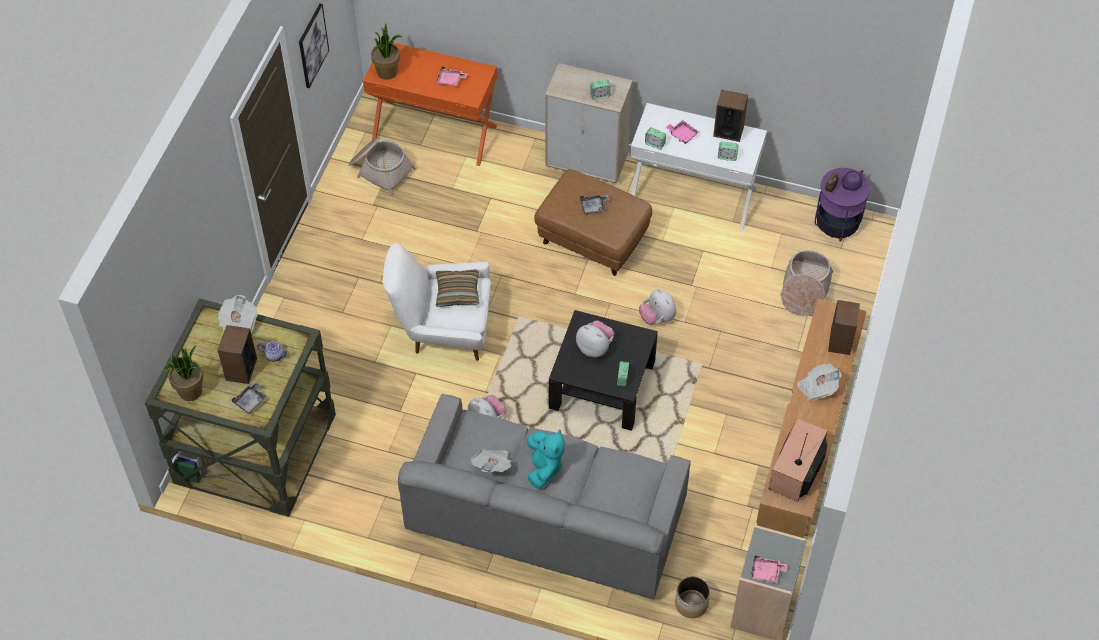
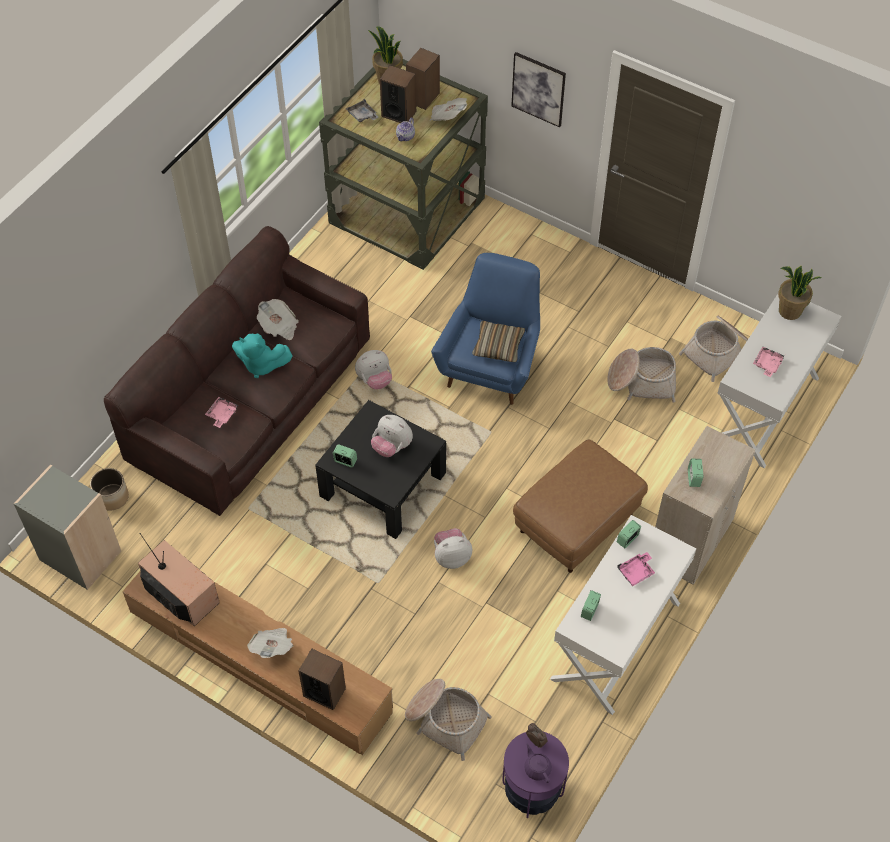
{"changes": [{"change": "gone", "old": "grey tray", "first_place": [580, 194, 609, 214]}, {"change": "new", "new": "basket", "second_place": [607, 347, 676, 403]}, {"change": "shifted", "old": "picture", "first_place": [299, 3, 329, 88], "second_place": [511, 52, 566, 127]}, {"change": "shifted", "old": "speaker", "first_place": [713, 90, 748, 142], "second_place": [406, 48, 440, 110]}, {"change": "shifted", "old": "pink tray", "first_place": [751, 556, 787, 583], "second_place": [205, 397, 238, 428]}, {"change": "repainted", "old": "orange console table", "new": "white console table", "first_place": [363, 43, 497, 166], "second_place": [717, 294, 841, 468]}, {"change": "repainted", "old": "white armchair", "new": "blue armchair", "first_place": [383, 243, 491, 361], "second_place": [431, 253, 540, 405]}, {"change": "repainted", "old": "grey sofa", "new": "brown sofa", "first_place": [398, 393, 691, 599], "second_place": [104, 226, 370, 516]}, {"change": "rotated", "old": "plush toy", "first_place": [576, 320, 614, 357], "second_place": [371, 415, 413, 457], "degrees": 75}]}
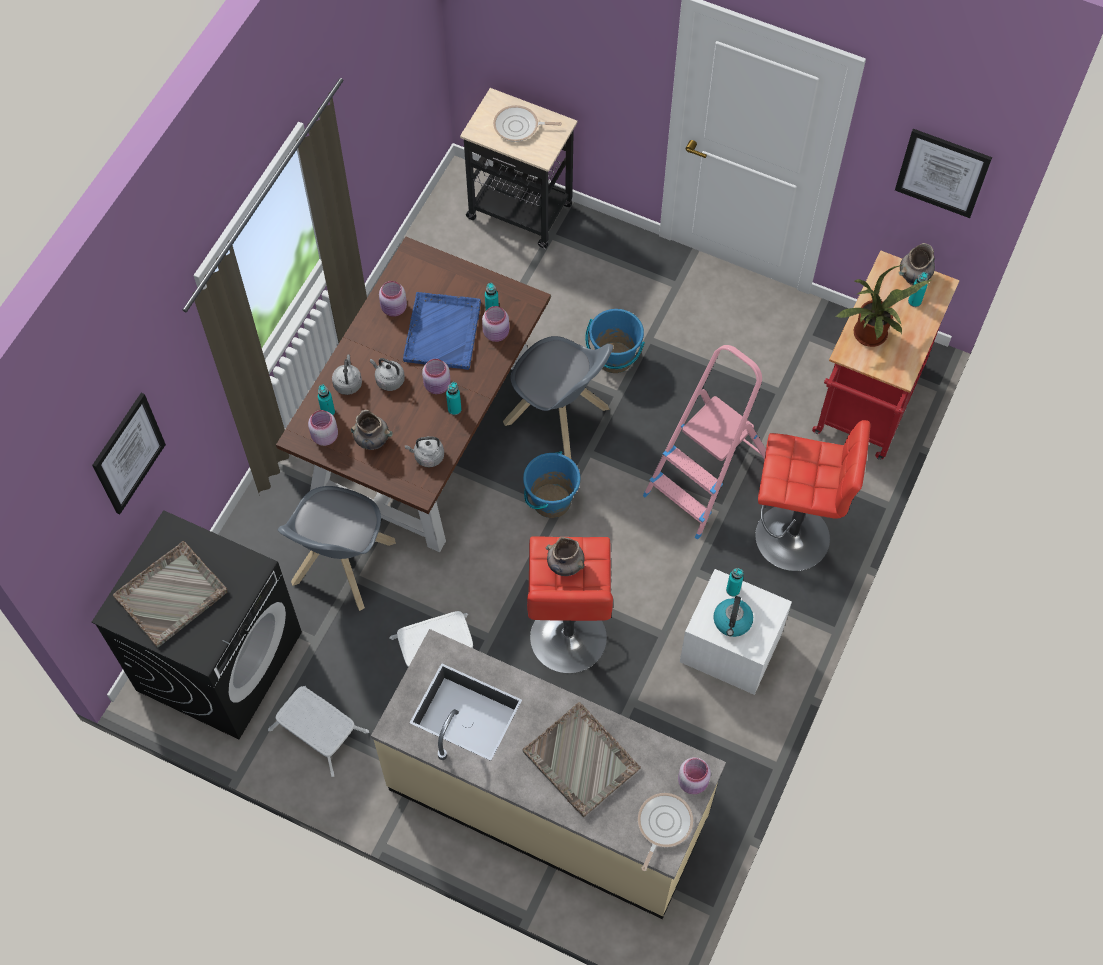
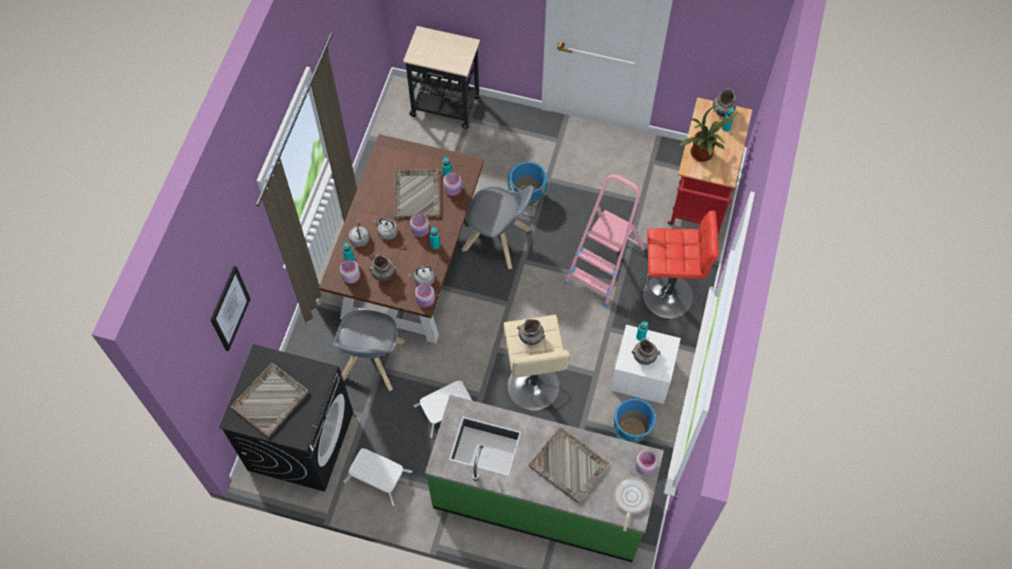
{"changes": [{"change": "gone", "old": "frying pan", "first_place": [493, 105, 562, 142]}, {"change": "gone", "old": "picture", "first_place": [895, 129, 992, 218]}, {"change": "shifted", "old": "pink jar", "first_place": [379, 281, 407, 317], "second_place": [415, 283, 435, 307]}, {"change": "shifted", "old": "blue bucket", "first_place": [523, 451, 580, 518], "second_place": [614, 397, 656, 443]}, {"change": "swapped", "old": "kettle", "new": "grey vase", "first_place": [713, 596, 753, 637], "second_place": [632, 338, 661, 365]}, {"change": "repainted", "old": "beige counter", "new": "green counter", "first_place": [371, 629, 726, 919], "second_place": [425, 395, 664, 562]}, {"change": "repainted", "old": "blue tray", "new": "grey tray", "first_place": [403, 292, 481, 370], "second_place": [394, 169, 440, 219]}, {"change": "repainted", "old": "red stool", "new": "beige stool", "first_place": [527, 536, 613, 673], "second_place": [503, 315, 570, 411]}]}
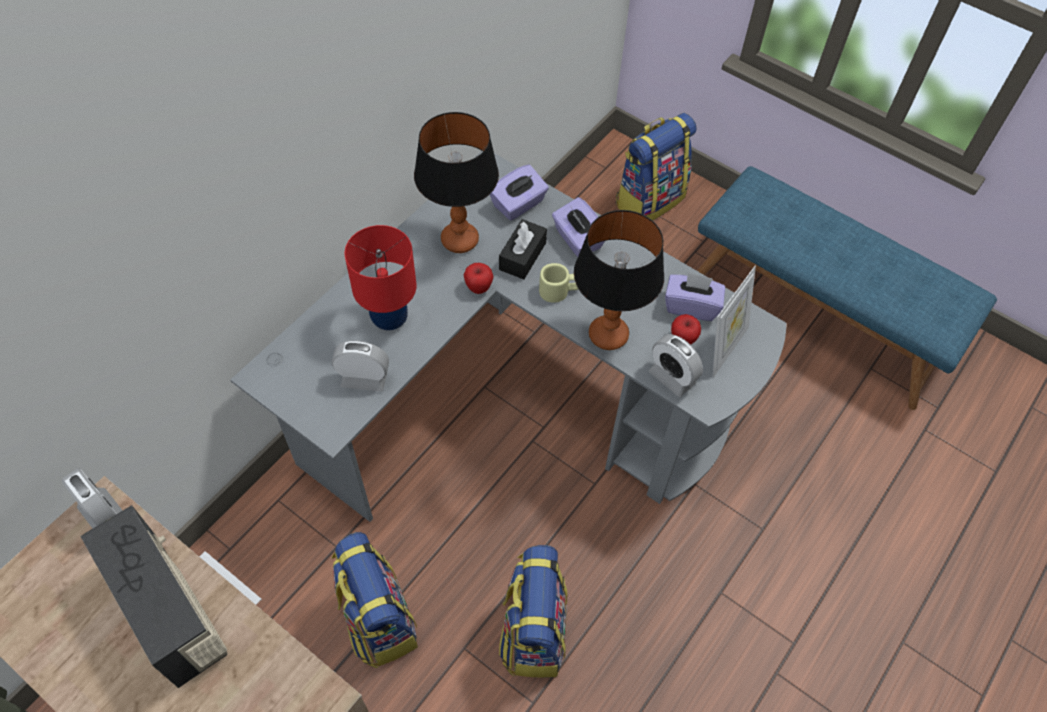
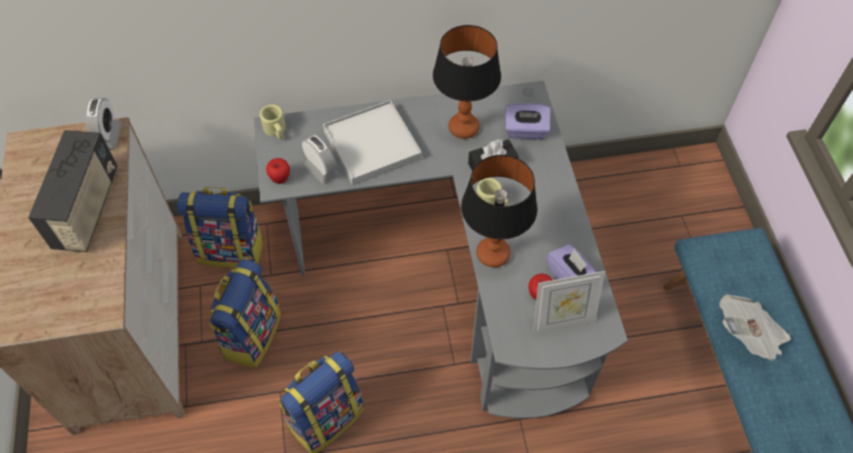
{"changes": [{"change": "gone", "old": "purple tissue box", "first_place": [552, 197, 605, 257]}, {"change": "gone", "old": "alarm clock", "first_place": [649, 334, 703, 397]}, {"change": "new", "new": "beige mug", "second_place": [260, 104, 286, 140]}, {"change": "new", "new": "newspaper", "second_place": [719, 294, 791, 361]}, {"change": "shifted", "old": "apple", "first_place": [464, 263, 493, 294], "second_place": [266, 158, 290, 184]}, {"change": "shifted", "old": "backpack", "first_place": [616, 113, 697, 221], "second_place": [176, 187, 264, 268]}, {"change": "swapped", "old": "red table lamp", "new": "white tray", "first_place": [345, 225, 417, 330], "second_place": [323, 100, 422, 186]}]}
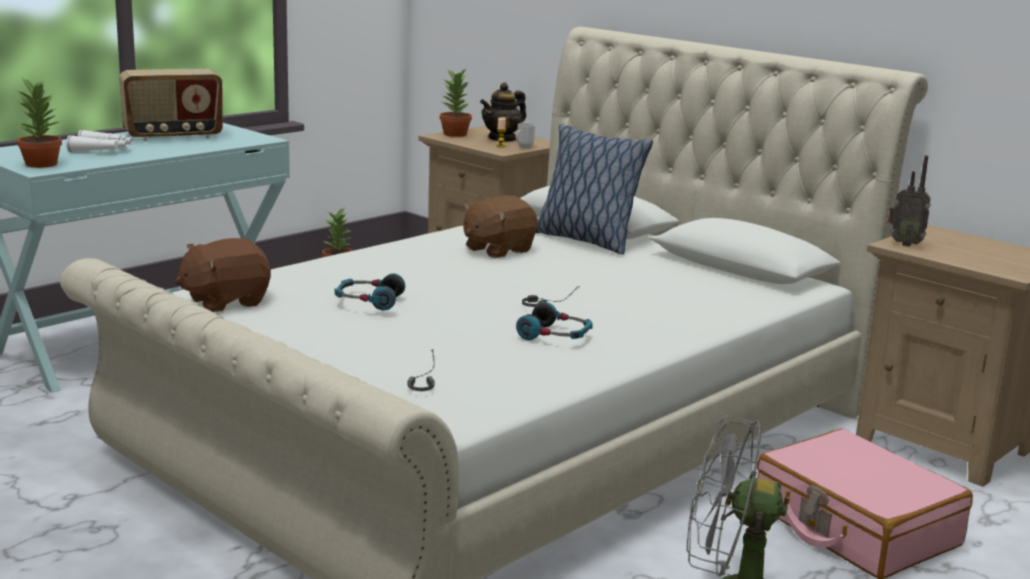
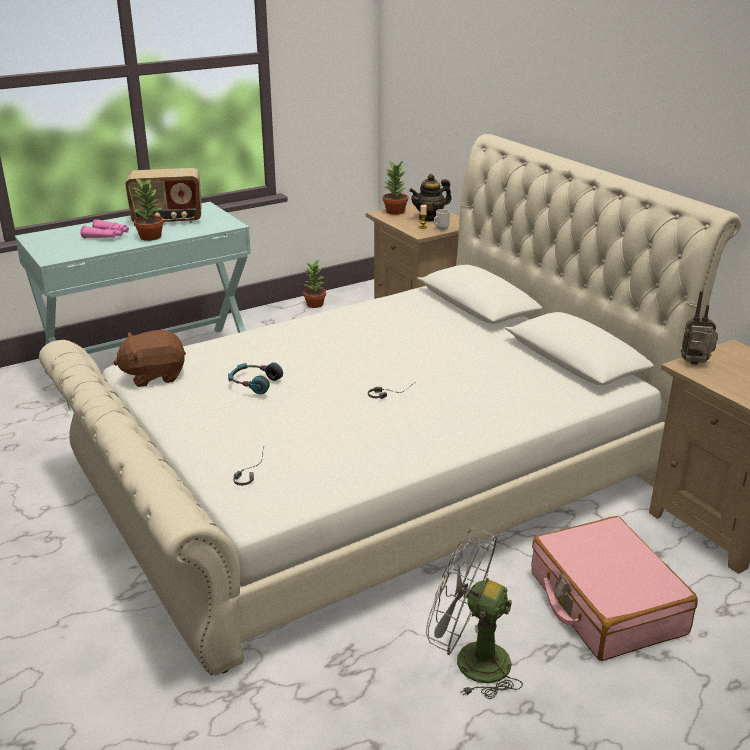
{"changes": [{"change": "gone", "old": "brown plush toy", "first_place": [463, 196, 538, 258]}, {"change": "gone", "old": "headphones", "first_place": [516, 302, 593, 340]}, {"change": "gone", "old": "pillow", "first_place": [536, 124, 653, 255]}, {"change": "shifted", "old": "potted plant", "first_place": [16, 78, 62, 168], "second_place": [133, 178, 164, 241]}, {"change": "repainted", "old": "white binoculars", "new": "pink binoculars", "first_place": [66, 130, 133, 152], "second_place": [80, 219, 129, 238]}, {"change": "rotated", "old": "radio", "first_place": [888, 155, 931, 246], "second_place": [681, 290, 718, 365], "degrees": 150}]}
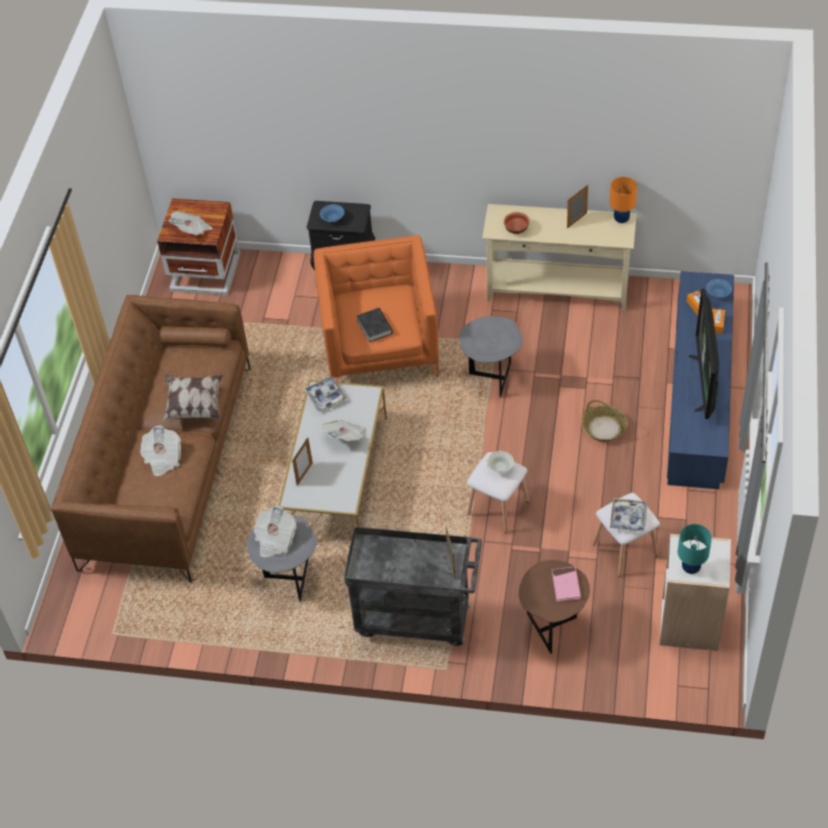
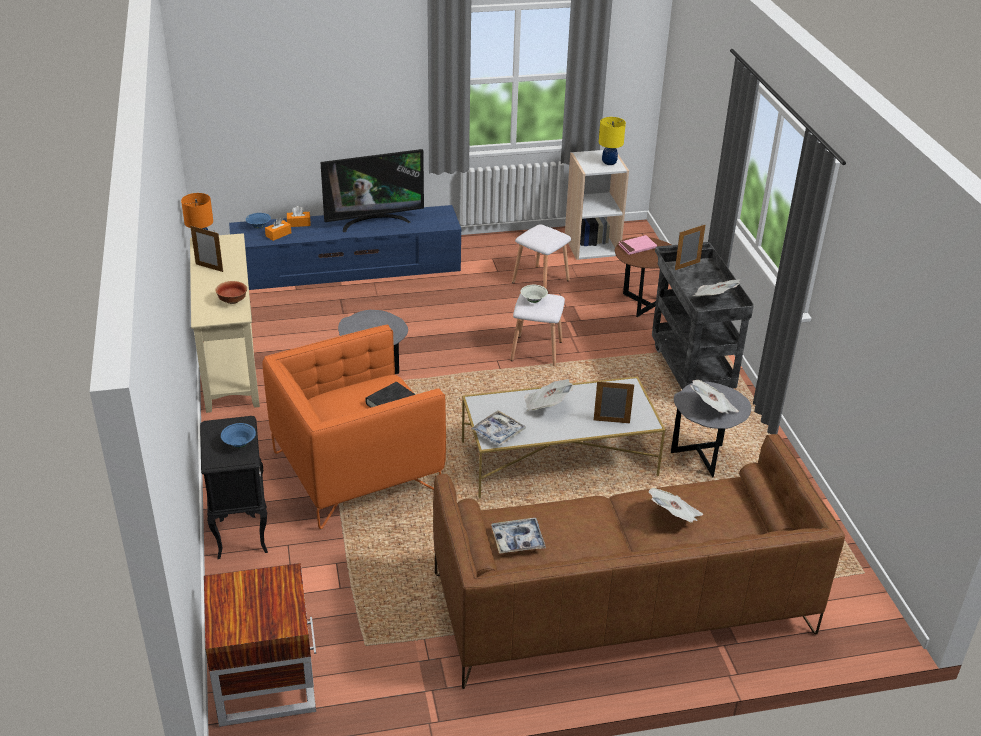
{"changes": [{"change": "gone", "old": "pillow", "first_place": [162, 374, 223, 421]}, {"change": "gone", "old": "basket", "first_place": [582, 400, 627, 442]}, {"change": "shifted", "old": "newspaper", "first_place": [169, 211, 212, 235], "second_place": [693, 279, 741, 296]}, {"change": "shifted", "old": "tray", "first_place": [610, 498, 648, 532], "second_place": [491, 518, 546, 554]}, {"change": "repainted", "old": "turquoise table lamp", "new": "yellow table lamp", "first_place": [678, 524, 712, 574], "second_place": [599, 117, 626, 165]}]}
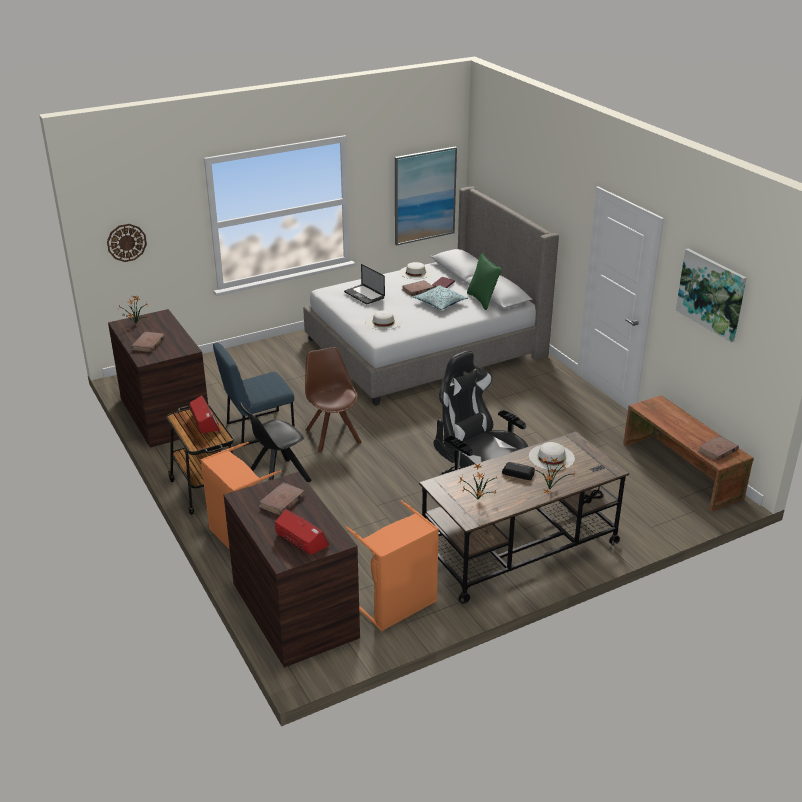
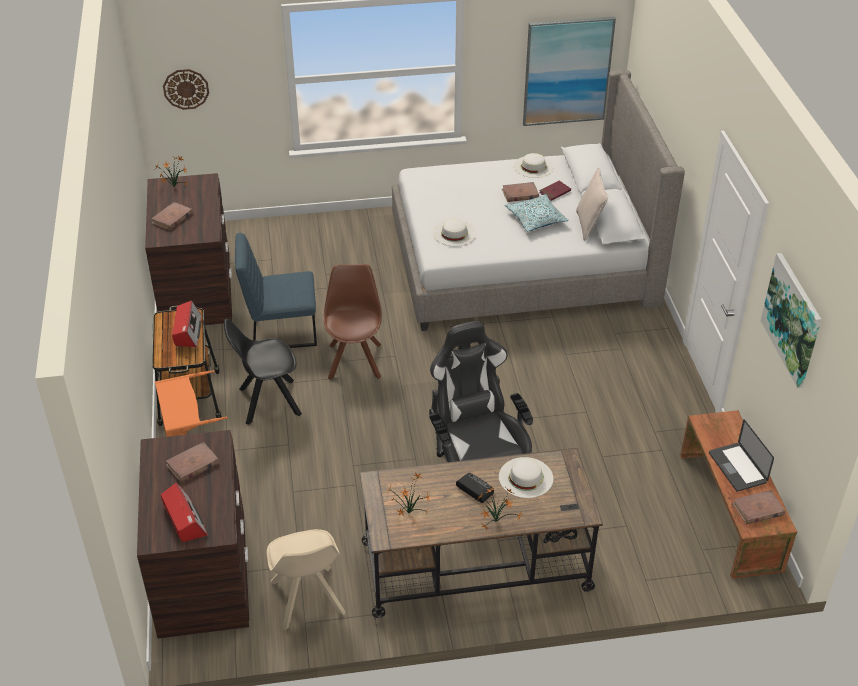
{"changes": [{"change": "shifted", "old": "laptop", "first_place": [344, 264, 385, 304], "second_place": [709, 419, 774, 492]}, {"change": "swapped", "old": "orange laundry basket", "new": "beige chair", "first_place": [346, 500, 439, 631], "second_place": [267, 529, 346, 631]}, {"change": "repainted", "old": "green pillow", "new": "beige pillow", "first_place": [467, 253, 502, 310], "second_place": [576, 168, 608, 241]}]}
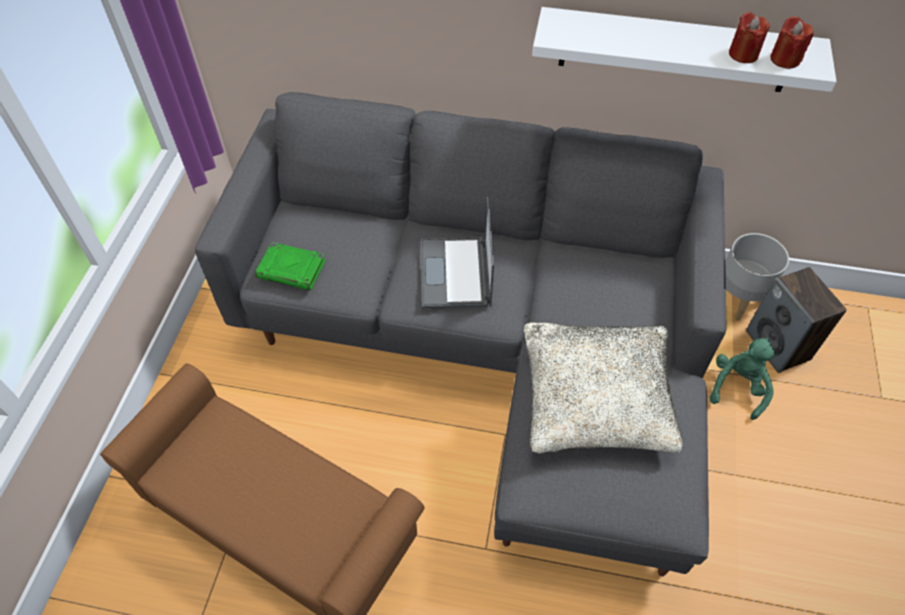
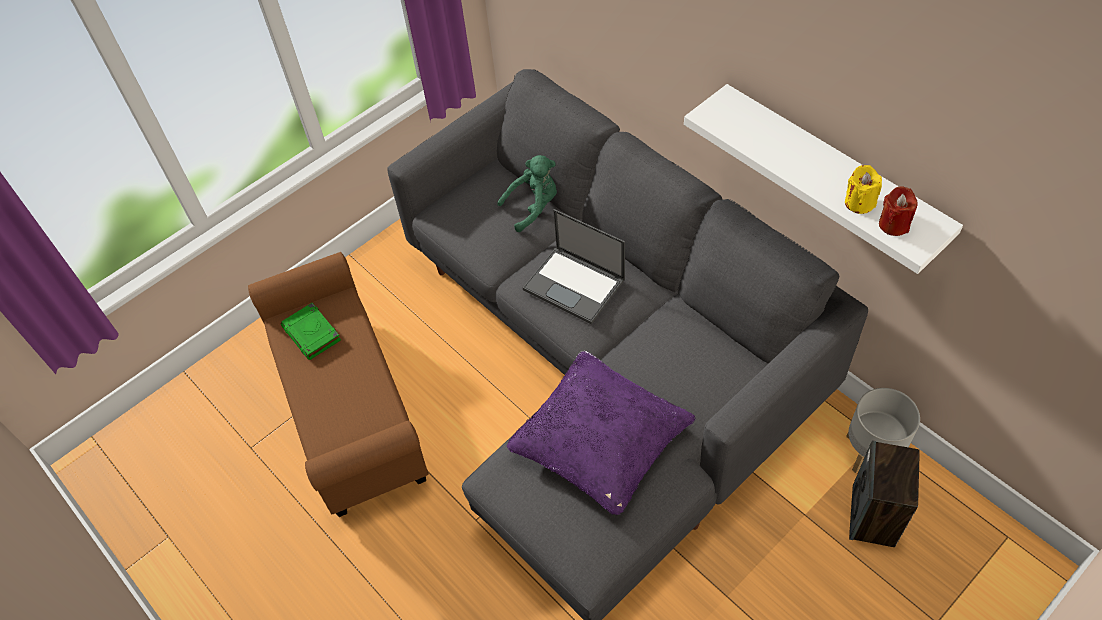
{"changes": [{"change": "shifted", "old": "green book", "first_place": [255, 242, 326, 290], "second_place": [281, 303, 341, 360]}, {"change": "shifted", "old": "green plush toy", "first_place": [710, 338, 774, 420], "second_place": [497, 155, 557, 232]}, {"change": "repainted", "old": "beige pillow", "new": "purple pillow", "first_place": [524, 322, 684, 454], "second_place": [507, 351, 696, 515]}, {"change": "repainted", "old": "red candle", "new": "yellow candle", "first_place": [729, 12, 770, 63], "second_place": [845, 165, 882, 214]}, {"change": "rotated", "old": "laptop", "first_place": [421, 197, 494, 309], "second_place": [523, 209, 625, 324], "degrees": -90}]}
